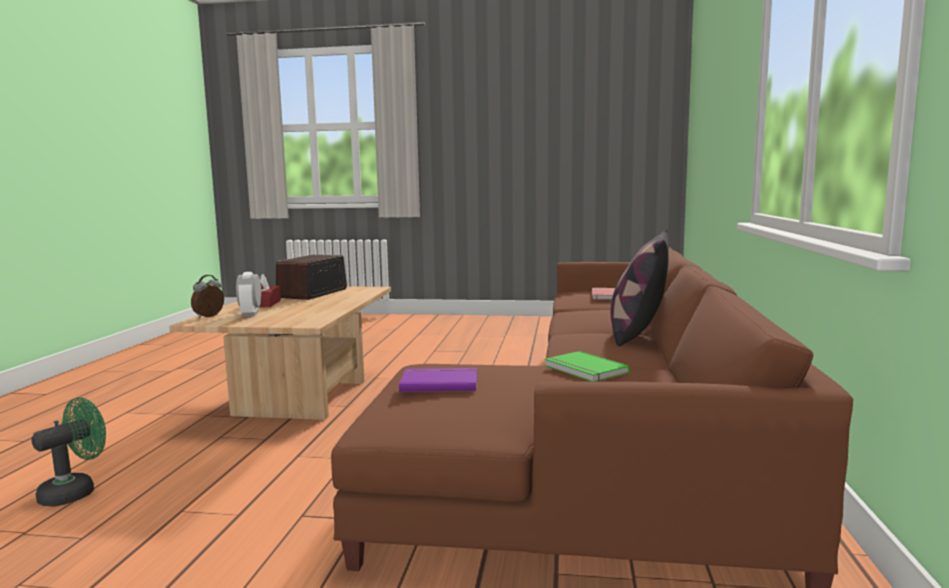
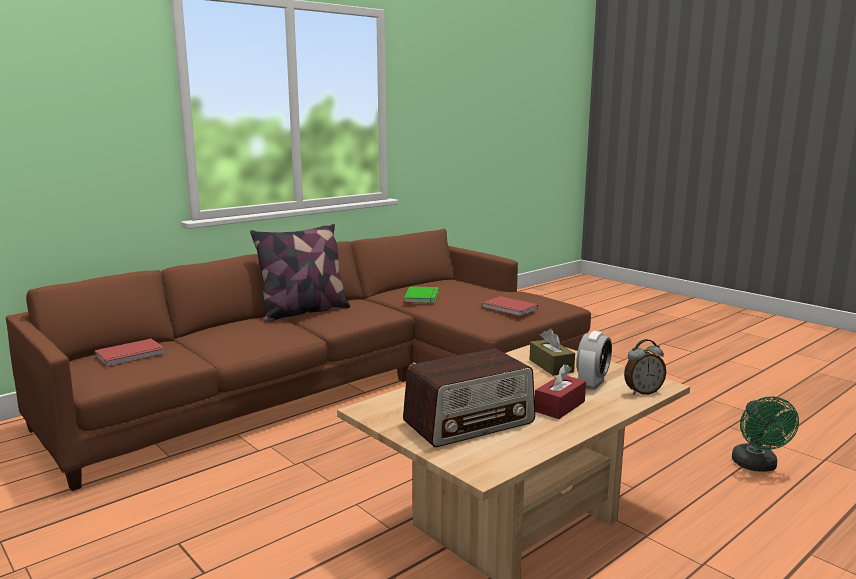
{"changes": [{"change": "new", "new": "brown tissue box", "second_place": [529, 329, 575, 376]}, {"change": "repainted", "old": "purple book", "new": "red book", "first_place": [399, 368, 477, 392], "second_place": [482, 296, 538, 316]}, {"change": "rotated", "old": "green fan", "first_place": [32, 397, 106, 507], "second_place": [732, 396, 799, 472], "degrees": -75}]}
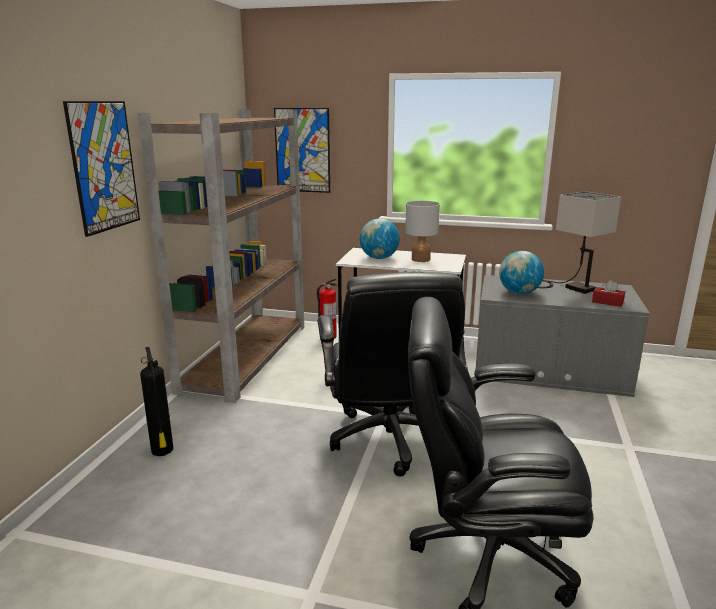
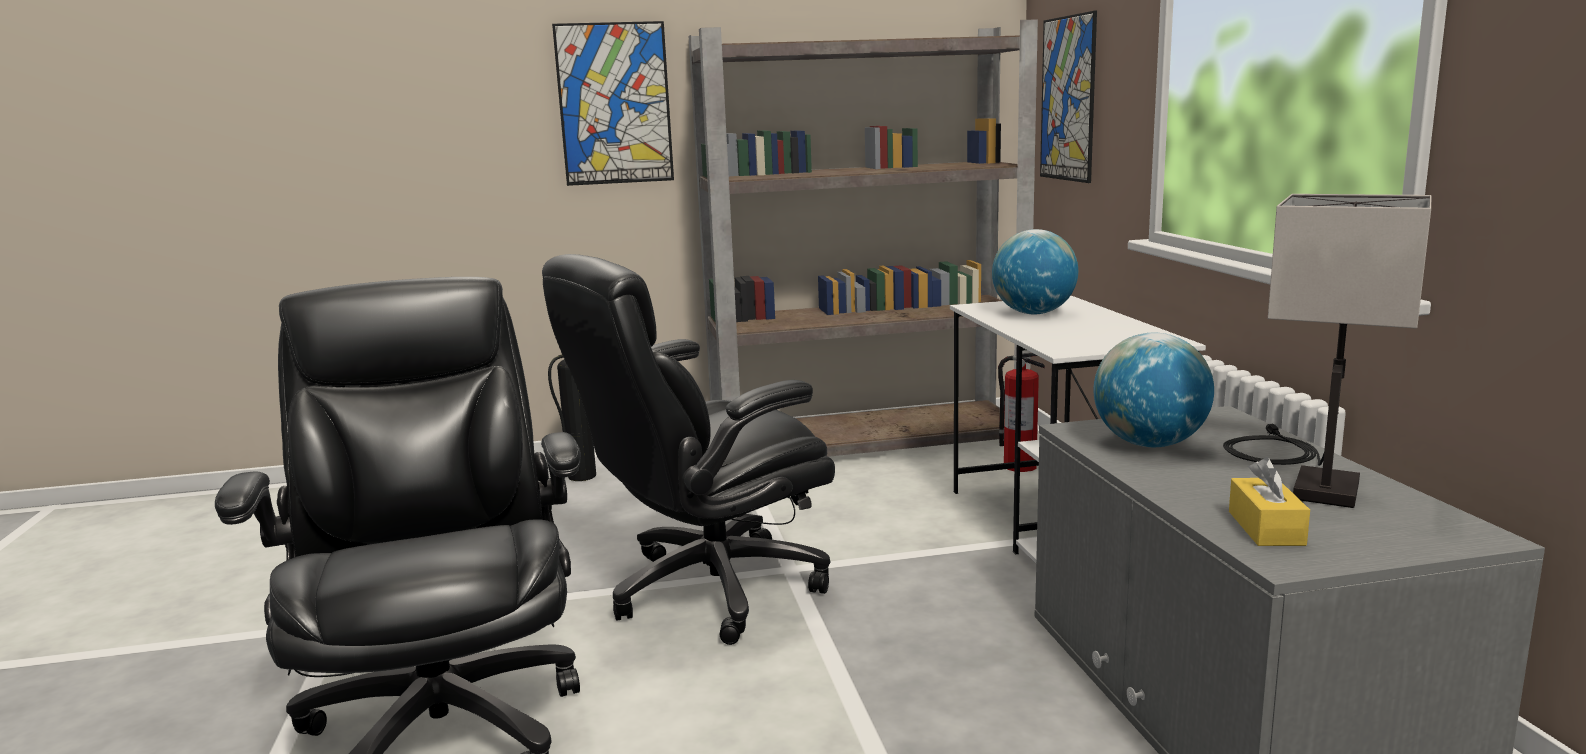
{"changes": [{"change": "gone", "old": "grey table lamp", "first_place": [405, 201, 440, 262]}, {"change": "repainted", "old": "red tissue box", "new": "yellow tissue box", "first_place": [592, 280, 625, 307], "second_place": [1229, 457, 1310, 546]}]}
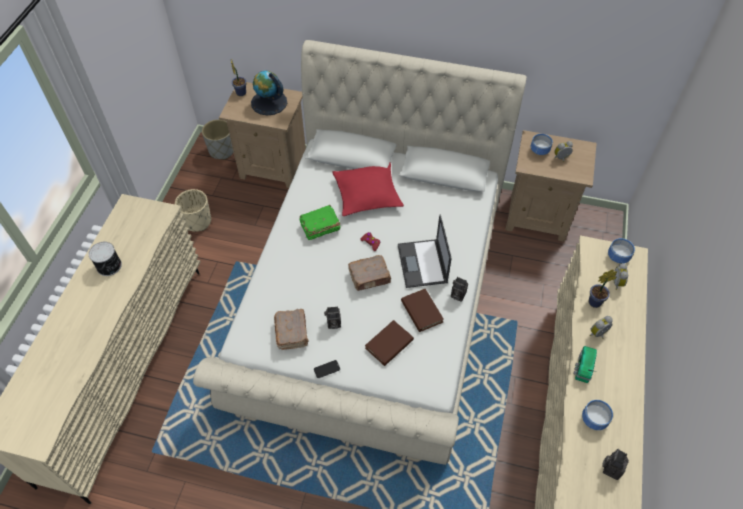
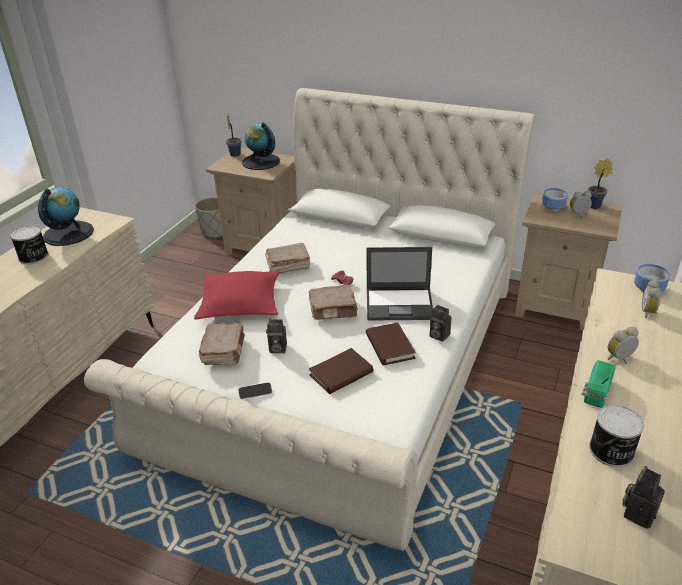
{"changes": [{"change": "gone", "old": "beige planter", "first_place": [175, 189, 211, 232]}, {"change": "new", "new": "globe", "second_place": [38, 187, 94, 246]}, {"change": "shifted", "old": "red pillow", "first_place": [332, 162, 404, 216], "second_place": [194, 270, 279, 320]}, {"change": "shifted", "old": "potted plant", "first_place": [589, 269, 617, 308], "second_place": [588, 158, 613, 209]}, {"change": "swapped", "old": "bowl", "new": "can", "first_place": [582, 400, 613, 430], "second_place": [589, 405, 644, 467]}, {"change": "repainted", "old": "green book", "new": "brown book", "first_place": [299, 205, 341, 240], "second_place": [265, 243, 310, 274]}, {"change": "rotated", "old": "laptop", "first_place": [398, 215, 452, 288], "second_place": [367, 247, 433, 321], "degrees": -90}]}
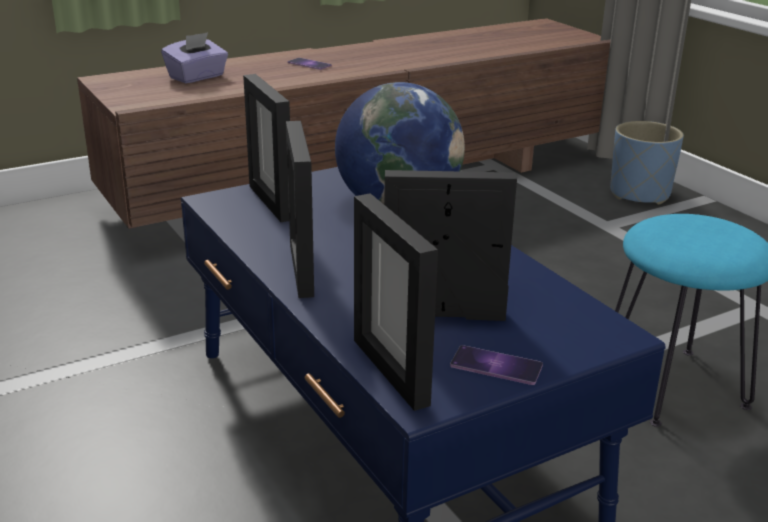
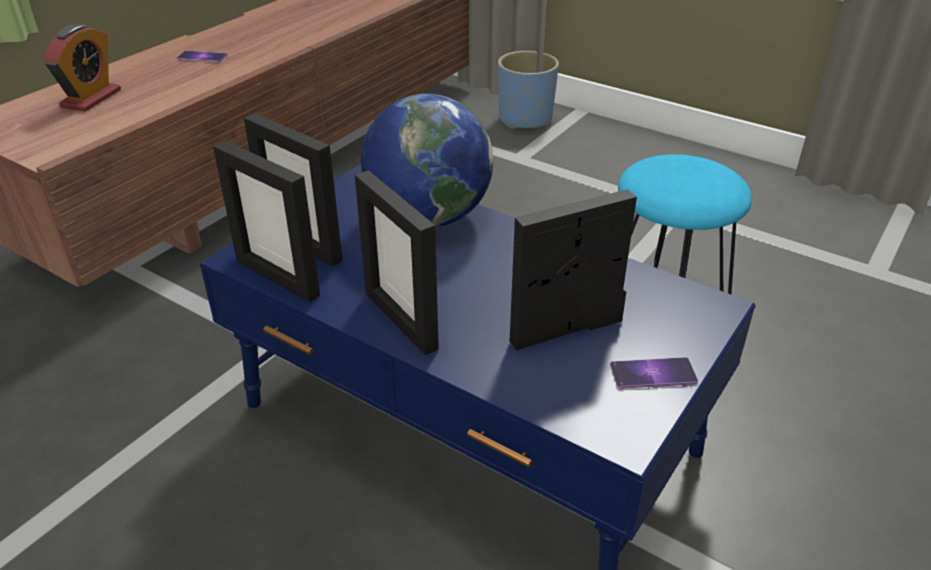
{"changes": [{"change": "shifted", "old": "picture frame", "first_place": [354, 193, 438, 411], "second_place": [213, 141, 320, 302]}, {"change": "swapped", "old": "purple tissue box", "new": "alarm clock", "first_place": [161, 32, 228, 83], "second_place": [43, 24, 121, 111]}]}
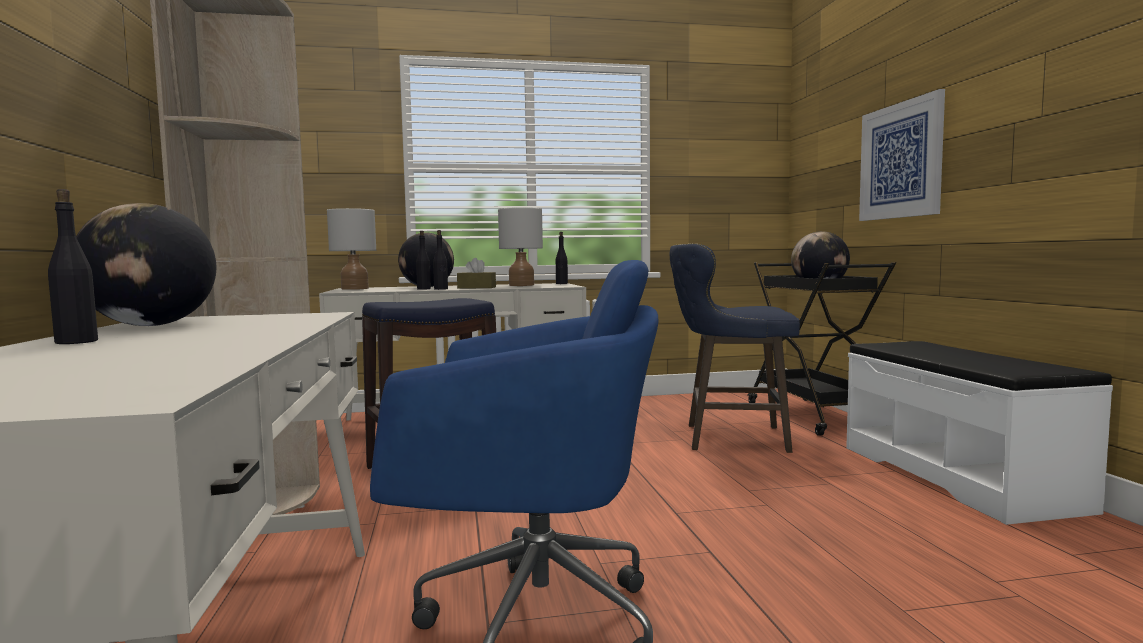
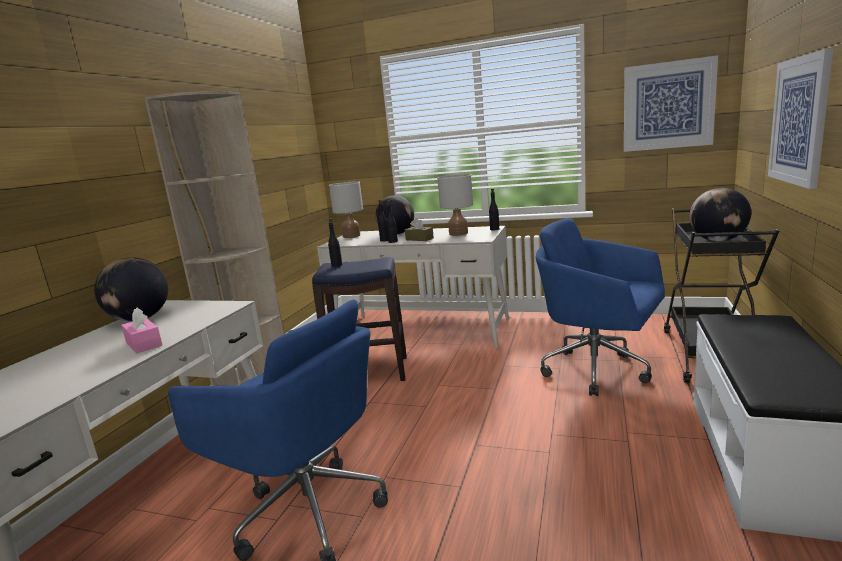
{"changes": [{"change": "new", "new": "pink tissue box", "second_place": [121, 307, 162, 353]}, {"change": "new", "new": "picture", "second_place": [624, 55, 718, 152]}, {"change": "shifted", "old": "black bottle", "first_place": [48, 189, 98, 344], "second_place": [328, 219, 342, 267]}, {"change": "swapped", "old": "blue stool", "new": "blue office chair", "first_place": [670, 243, 800, 453], "second_place": [536, 218, 665, 396]}]}
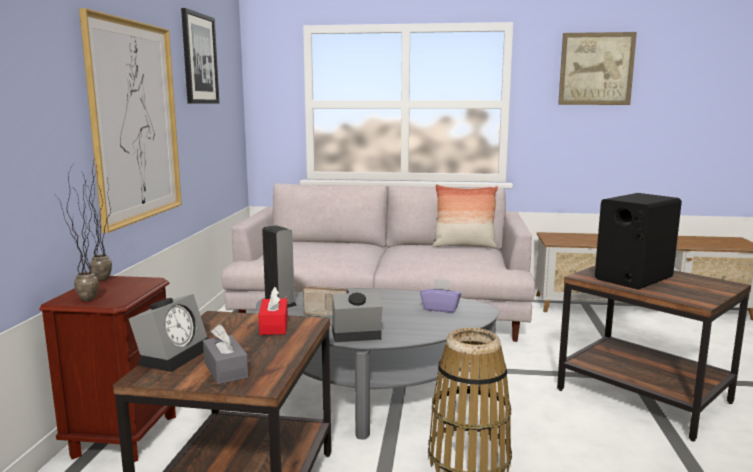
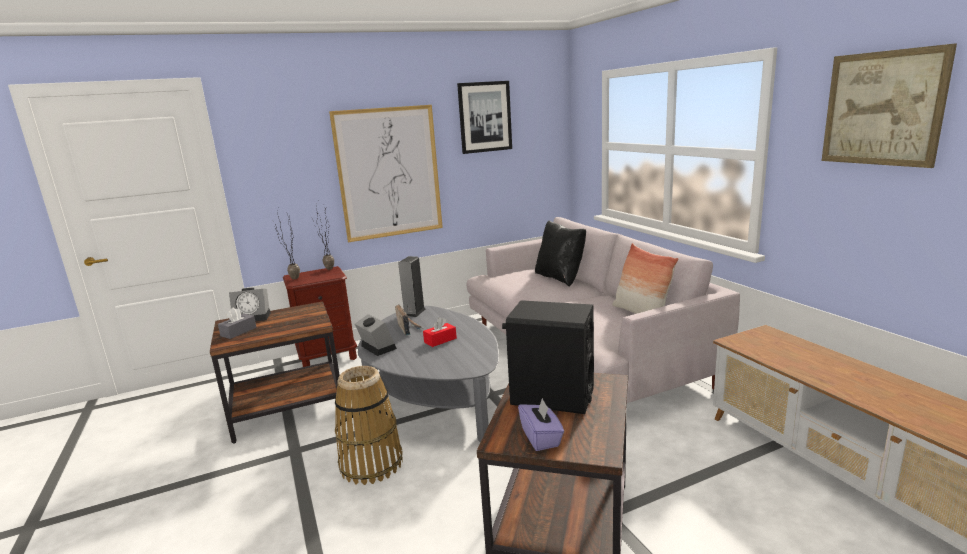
{"changes": [{"change": "new", "new": "black pillow", "second_place": [535, 221, 586, 287]}, {"change": "shifted", "old": "red tissue box", "first_place": [259, 287, 288, 335], "second_place": [423, 318, 457, 347]}, {"change": "shifted", "old": "purple tissue box", "first_place": [420, 279, 461, 313], "second_place": [518, 398, 564, 451]}]}
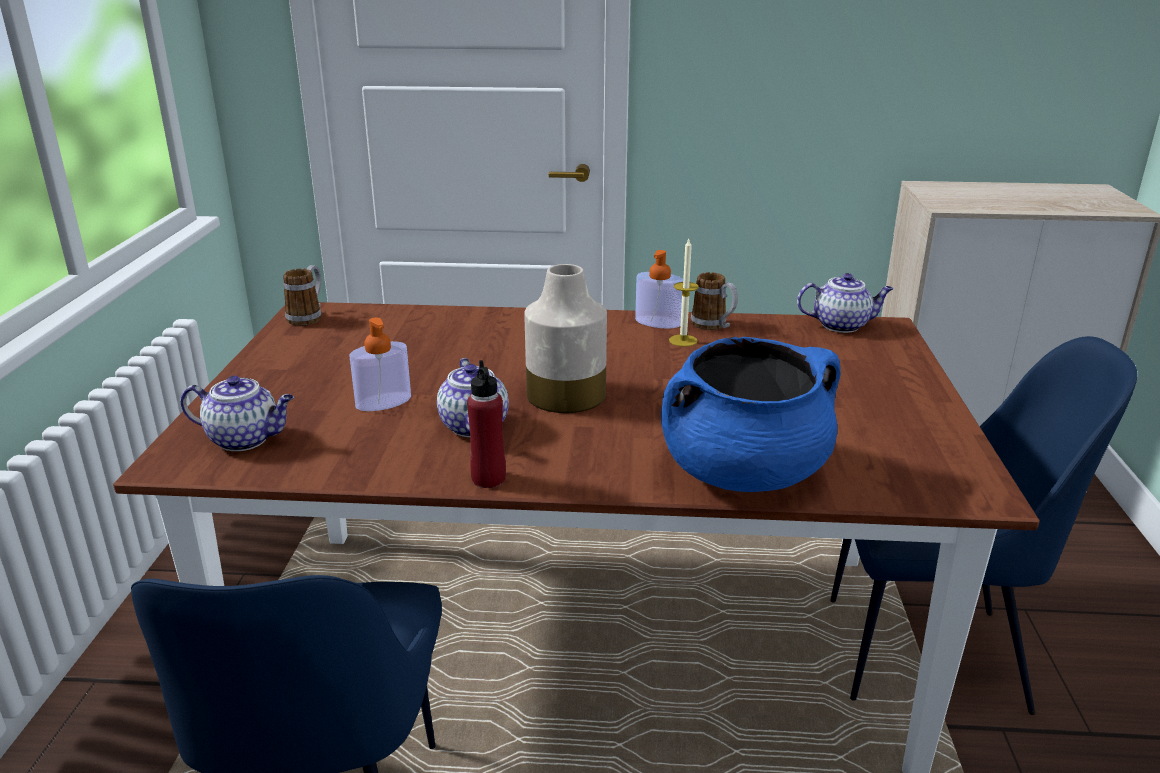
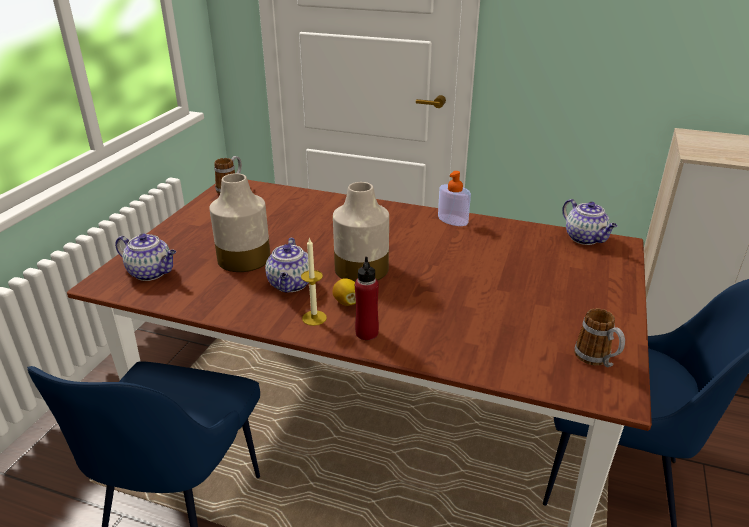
{"changes": [{"change": "gone", "old": "blue cooking pot", "first_place": [661, 337, 841, 492]}, {"change": "new", "new": "lemon", "second_place": [332, 278, 356, 306]}, {"change": "shifted", "old": "red bottle", "first_place": [467, 360, 506, 488], "second_place": [355, 257, 379, 340]}, {"change": "shifted", "old": "candle", "first_place": [669, 239, 699, 347], "second_place": [301, 237, 327, 326]}, {"change": "shifted", "old": "mug", "first_place": [691, 272, 738, 330], "second_place": [574, 308, 625, 367]}, {"change": "swapped", "old": "soap dispenser", "new": "beige vase", "first_place": [350, 318, 411, 411], "second_place": [209, 173, 271, 272]}, {"change": "rotated", "old": "teapot", "first_place": [797, 273, 893, 333], "second_place": [563, 199, 618, 245], "degrees": 45}]}
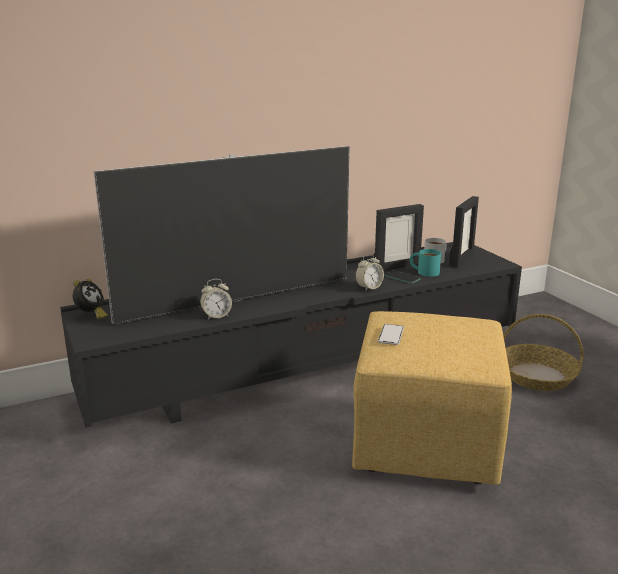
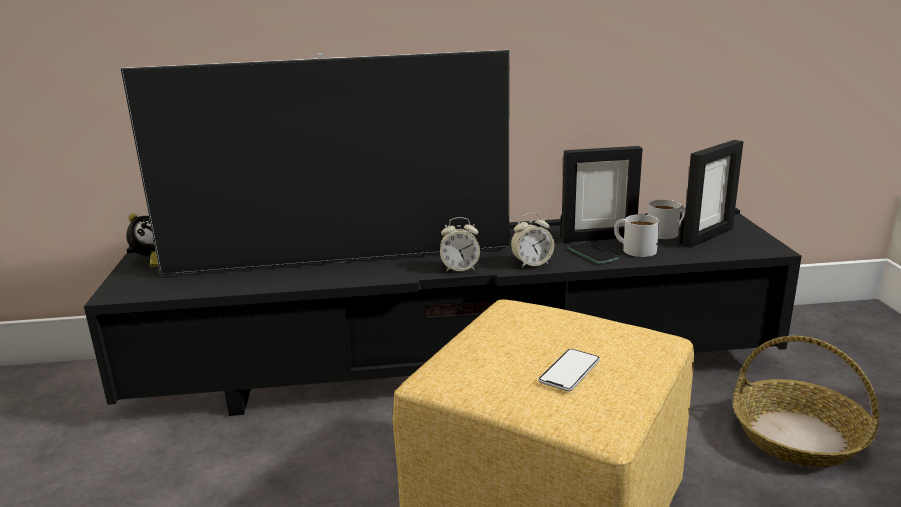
{"changes": [{"change": "shifted", "old": "alarm clock", "first_place": [200, 279, 232, 320], "second_place": [440, 217, 480, 272]}, {"change": "shifted", "old": "phone", "first_place": [378, 324, 404, 345], "second_place": [538, 349, 600, 391]}, {"change": "repainted", "old": "turquoise mug", "new": "white mug", "first_place": [410, 249, 441, 277], "second_place": [614, 214, 659, 257]}]}
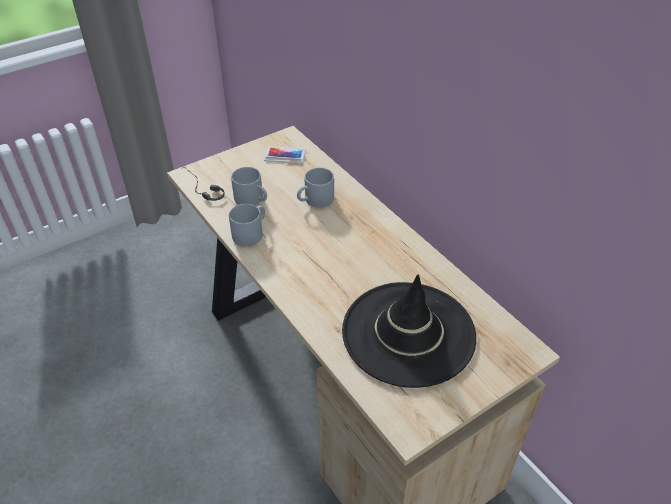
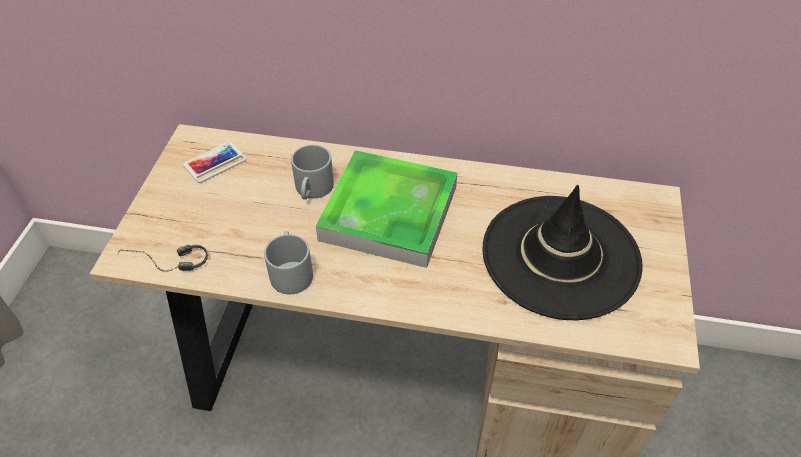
{"changes": [{"change": "gone", "old": "grey mug", "first_place": [231, 167, 267, 205]}, {"change": "new", "new": "tray", "second_place": [316, 150, 458, 268]}]}
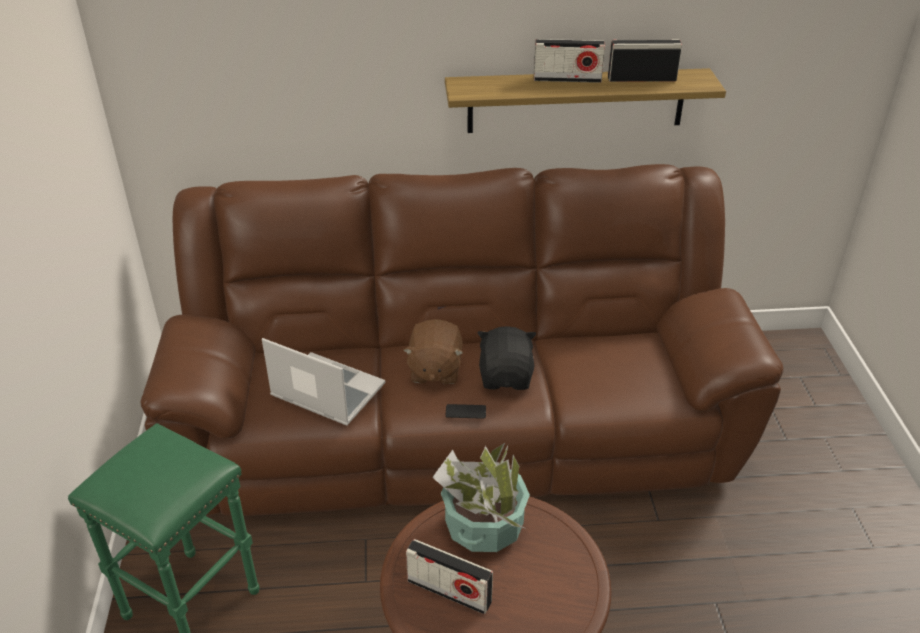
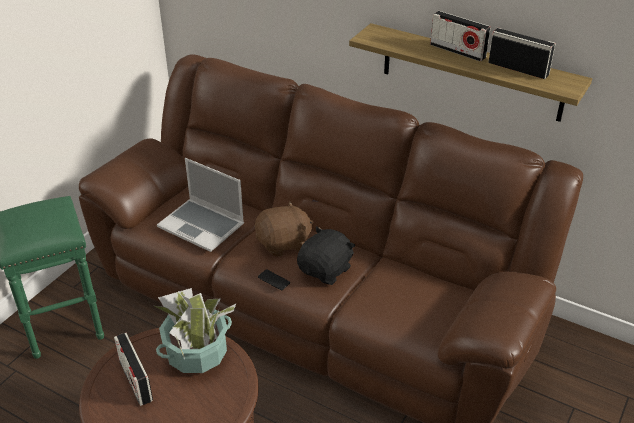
{"changes": [{"change": "rotated", "old": "laptop", "first_place": [262, 338, 385, 426], "second_place": [157, 158, 244, 252], "degrees": 150}, {"change": "rotated", "old": "brown plush toy", "first_place": [403, 319, 463, 384], "second_place": [255, 201, 313, 257], "degrees": -150}]}
